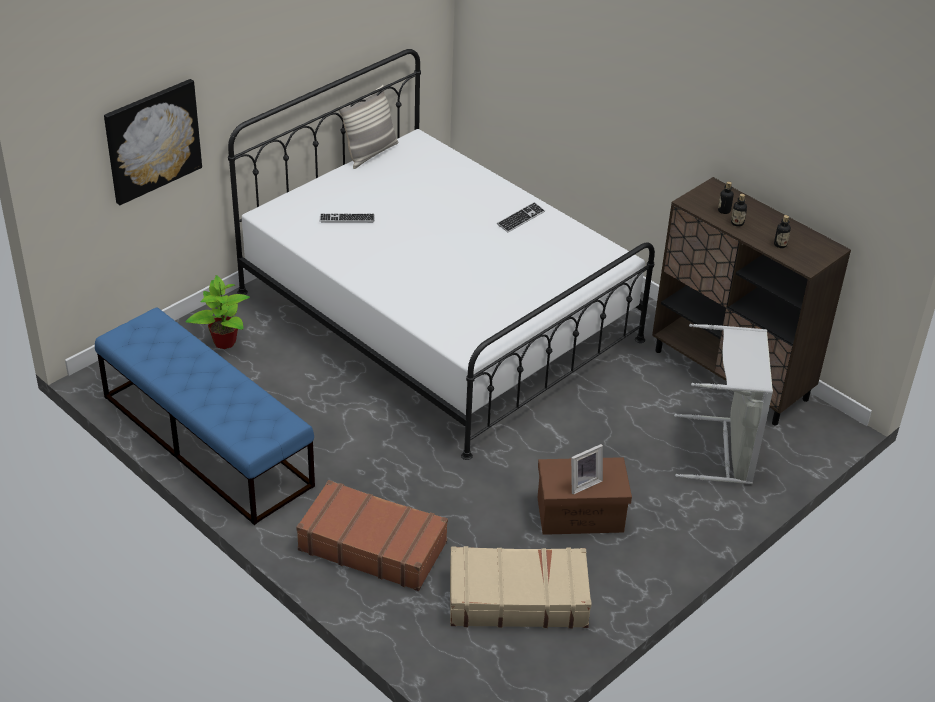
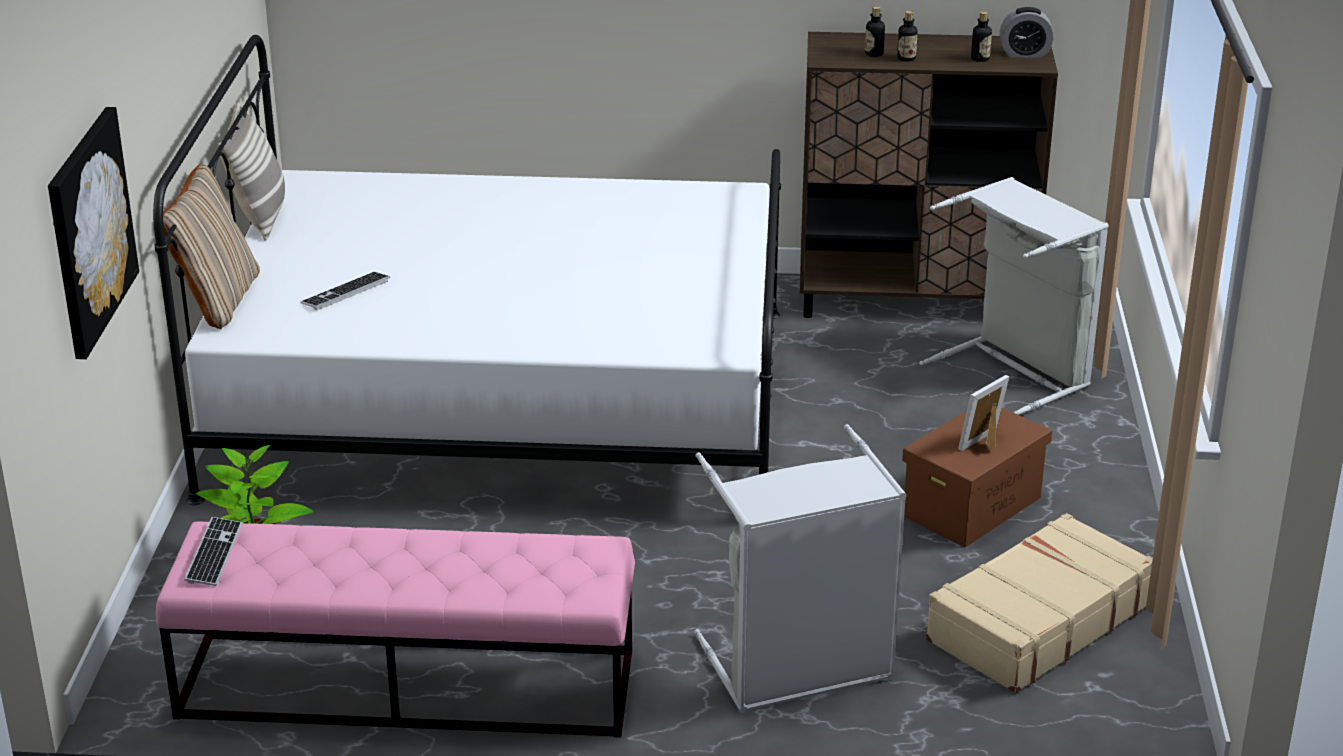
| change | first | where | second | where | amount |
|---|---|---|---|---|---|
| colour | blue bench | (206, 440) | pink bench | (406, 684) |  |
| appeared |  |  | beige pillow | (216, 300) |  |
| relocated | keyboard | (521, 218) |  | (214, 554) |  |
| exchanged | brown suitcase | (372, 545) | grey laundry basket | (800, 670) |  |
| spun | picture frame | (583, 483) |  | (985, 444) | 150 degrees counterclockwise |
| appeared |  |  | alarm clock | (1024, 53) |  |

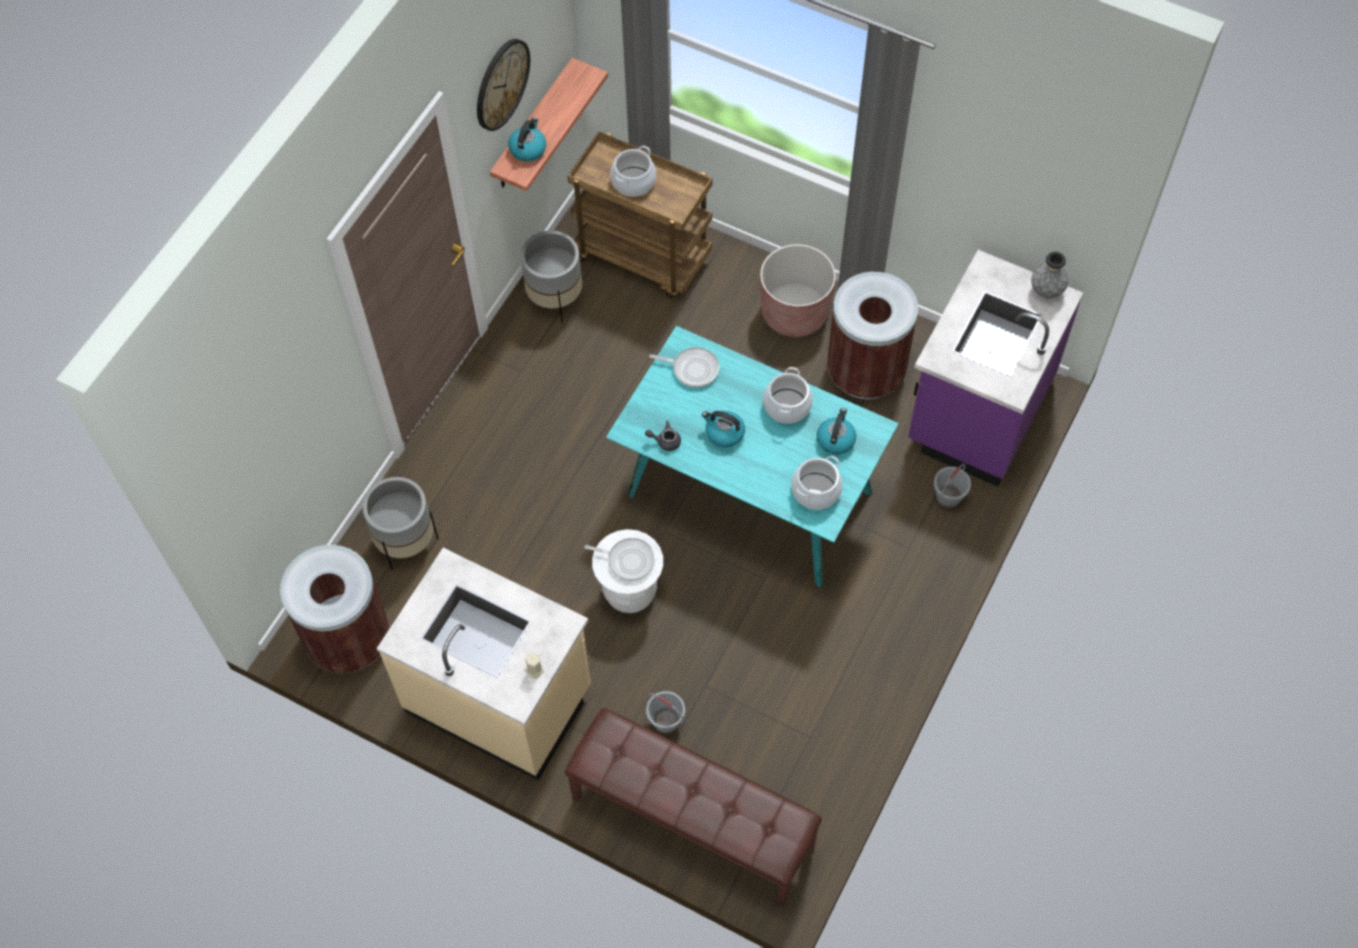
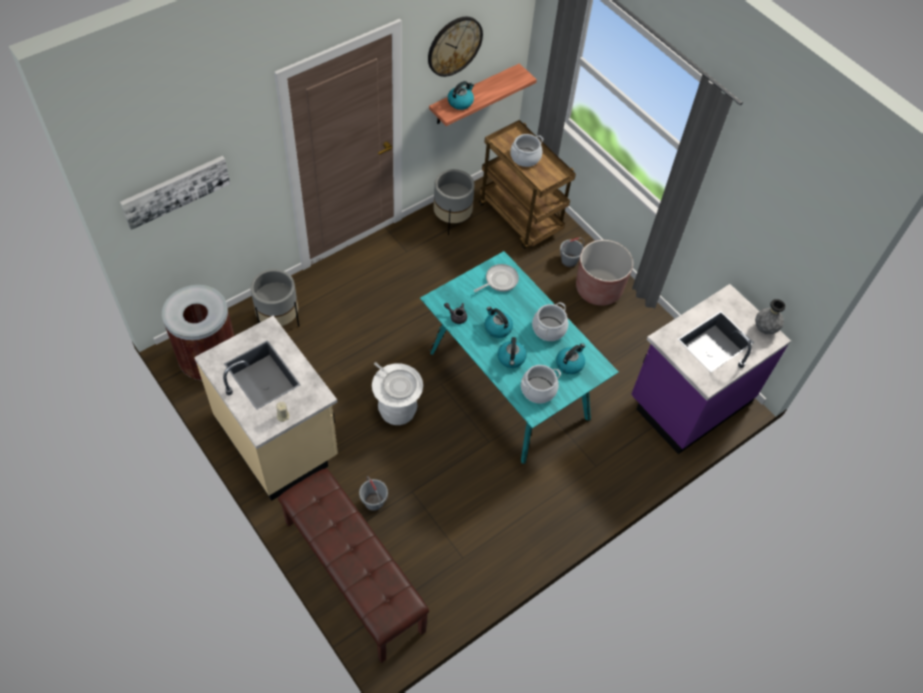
| change | first | where | second | where | amount |
|---|---|---|---|---|---|
| appeared |  |  | picture | (175, 190) |  |
| spun | frying pan | (692, 369) |  | (499, 280) | 75 degrees counterclockwise |
| appeared |  |  | kettle | (511, 358) |  |
| relocated | grey bucket | (948, 497) |  | (569, 261) |  |
| missing | brown trash can | (866, 372) |  |  |  |

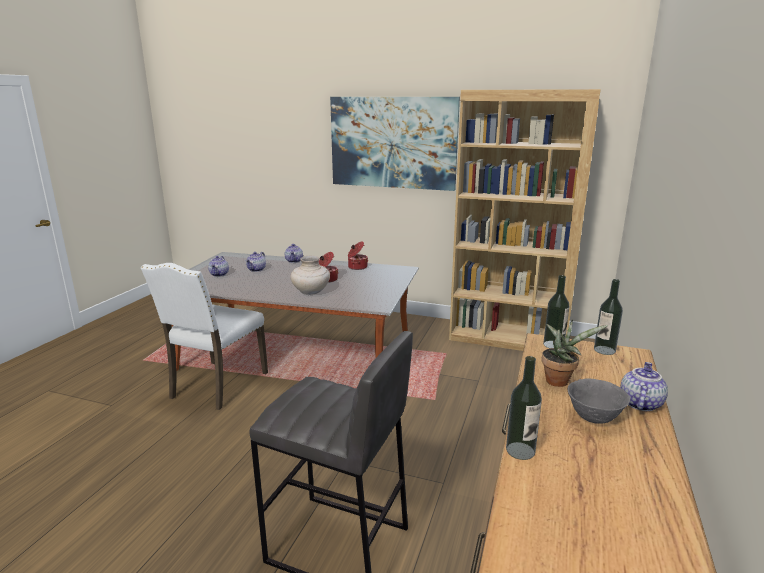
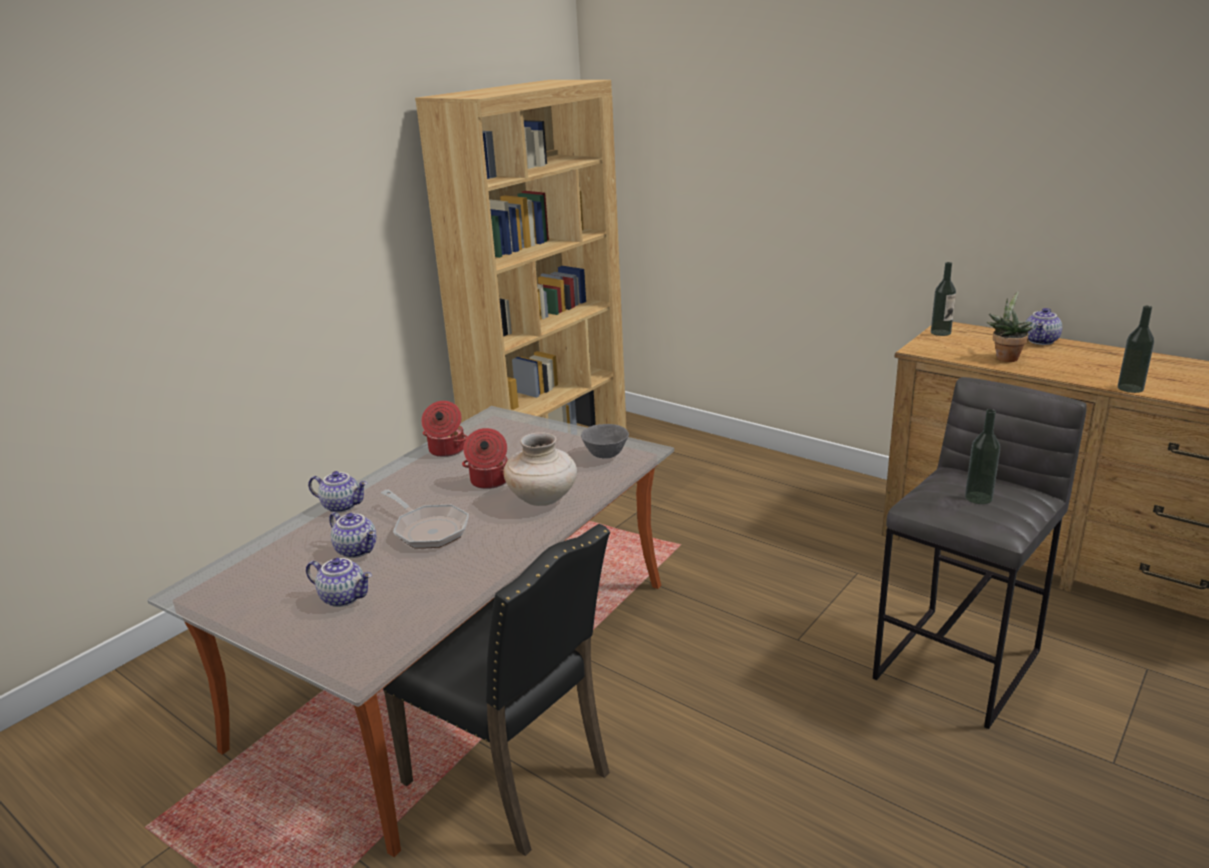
| change | first | where | second | where | amount |
|---|---|---|---|---|---|
| appeared |  |  | frying pan | (428, 530) |  |
| colour | white chair | (217, 386) | black chair | (513, 777) |  |
| relocated | grey bowl | (594, 418) |  | (606, 455) |  |
| relocated | bottle | (553, 345) |  | (978, 498) |  |
| spun | teapot | (639, 403) |  | (1041, 341) | 105 degrees counterclockwise |
| missing | picture | (393, 143) |  |  |  |

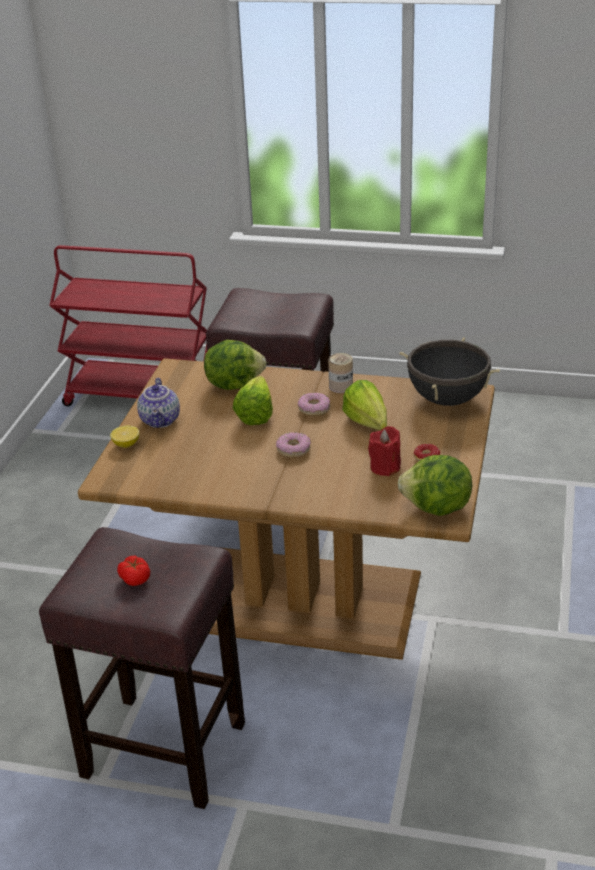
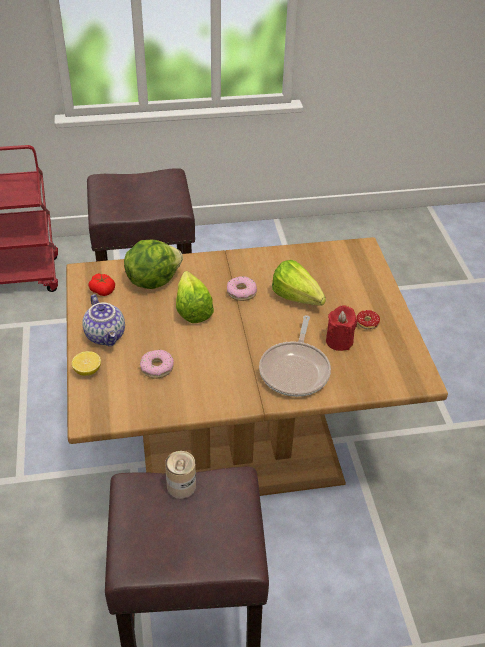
| change | first | where | second | where | amount |
|---|---|---|---|---|---|
| relocated | tomato | (135, 578) |  | (102, 290) |  |
| relocated | donut | (293, 449) |  | (157, 367) |  |
| relocated | can | (341, 386) |  | (181, 486) |  |
| appeared |  |  | frying pan | (295, 370) |  |
| missing | lettuce | (436, 508) |  |  |  |
| missing | black cooking pot | (447, 399) |  |  |  |

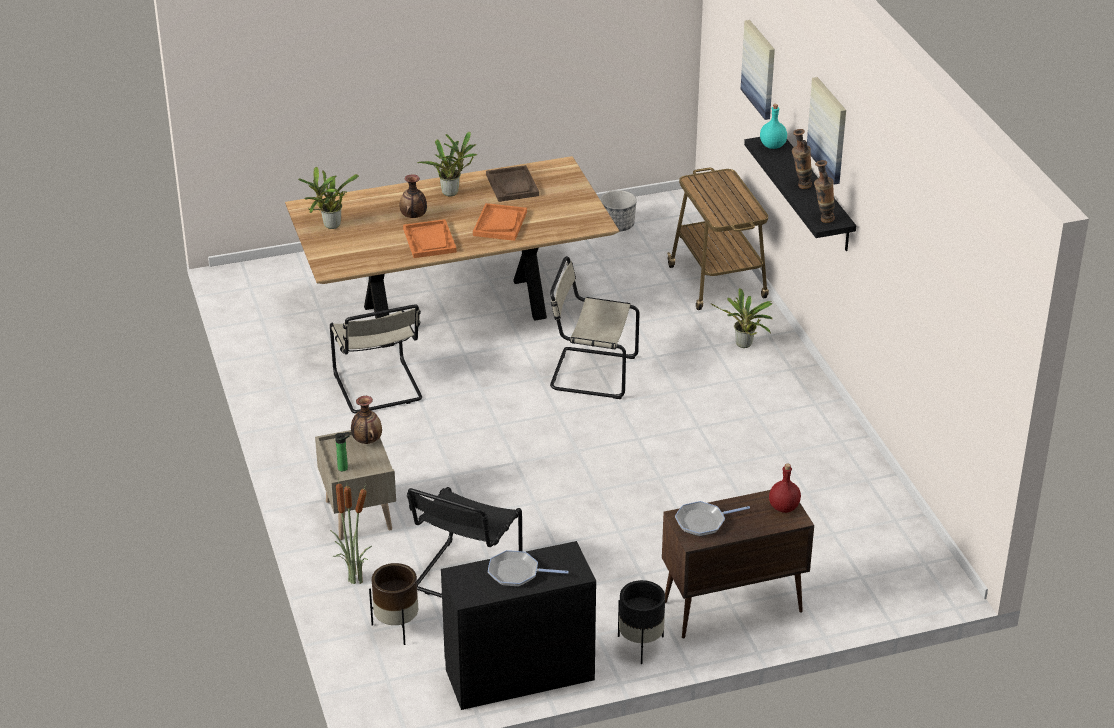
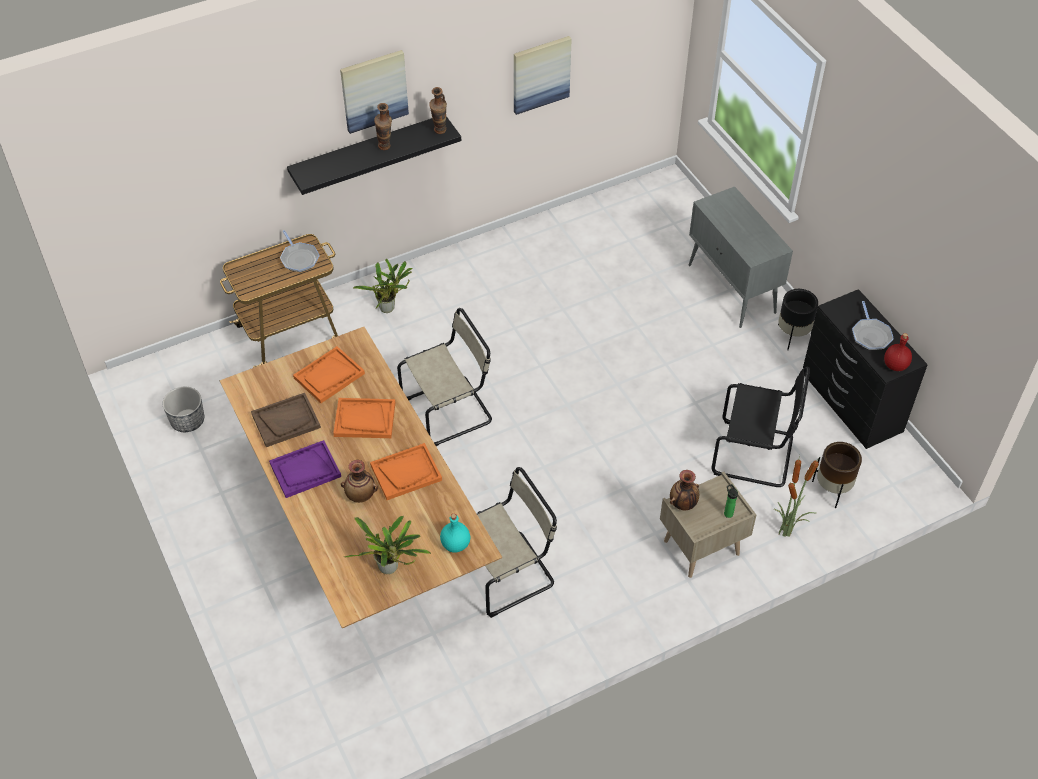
| change | first | where | second | where | amount |
|---|---|---|---|---|---|
| exchanged | potted plant | (452, 192) | purple tray | (305, 470) |  |
| relocated | frying pan | (703, 522) |  | (299, 258) |  |
| appeared |  |  | orange tray | (329, 376) |  |
| spun | beige chair | (590, 373) |  | (450, 410) | 120 degrees counterclockwise |
| relocated | turquoise bottle | (772, 145) |  | (455, 544) |  |
| relocated | picture | (759, 69) |  | (541, 74) |  |
| colour | brown cabinet | (731, 607) | grey cabinet | (732, 289) |  |
| relocated | red bottle | (784, 508) |  | (895, 365) |  |

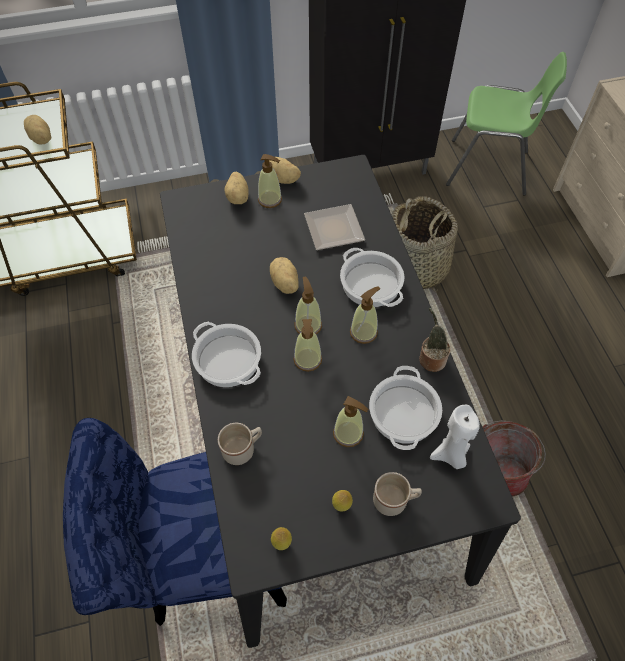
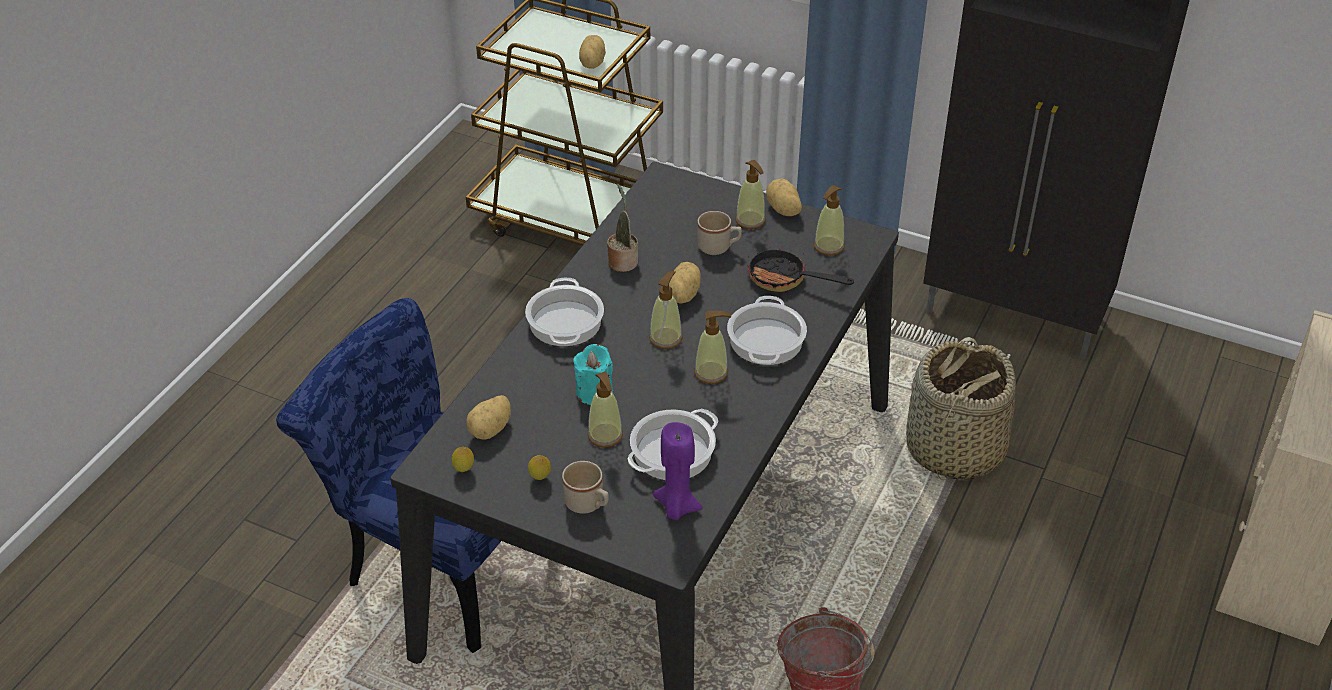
| change | first | where | second | where | amount |
|---|---|---|---|---|---|
| relocated | potato | (238, 197) |  | (491, 430) |  |
| appeared |  |  | turquoise candle | (594, 392) |  |
| relocated | potted plant | (431, 358) |  | (622, 261) |  |
| colour | white candle | (450, 455) | purple candle | (676, 507) |  |
| relocated | beige mug | (243, 449) |  | (719, 247) |  |
| exchanged | plate | (336, 230) | frying pan | (785, 280) |  |
| relocated | soap dispenser | (307, 360) |  | (828, 246) |  |
| missing | green chair | (488, 168) |  |  |  |

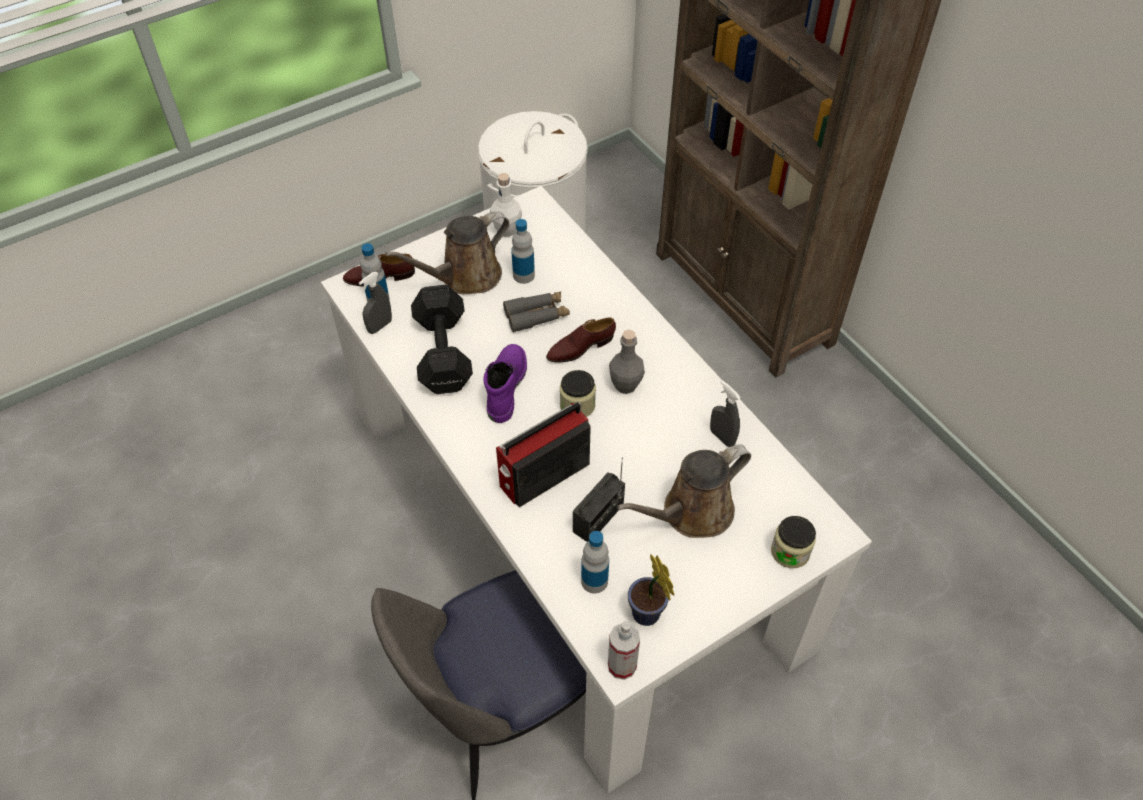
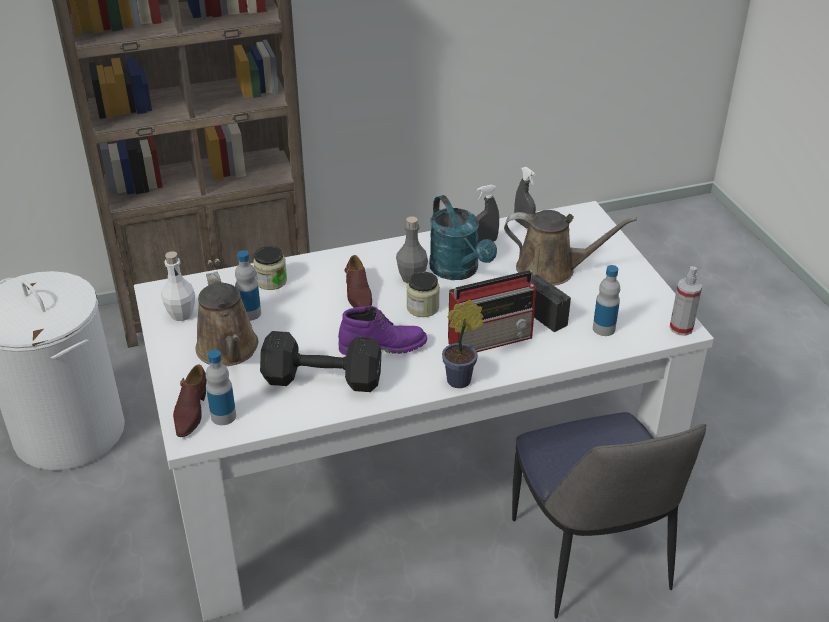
| change | first | where | second | where | amount |
|---|---|---|---|---|---|
| relocated | jar | (790, 551) |  | (271, 281) |  |
| spun | purple boot | (505, 386) |  | (383, 346) | 150 degrees clockwise |
| appeared |  |  | turquoise watering can | (459, 271) |  |
| relocated | potted plant | (648, 617) |  | (462, 380) |  |
| spun | radio | (543, 475) |  | (491, 339) | 90 degrees counterclockwise |
| spun | brown watering can | (692, 513) |  | (552, 270) | 60 degrees counterclockwise |
| relocated | grey spray bottle | (380, 326) |  | (523, 224) |  |
| missing | grey binoculars | (537, 315) |  |  |  |

